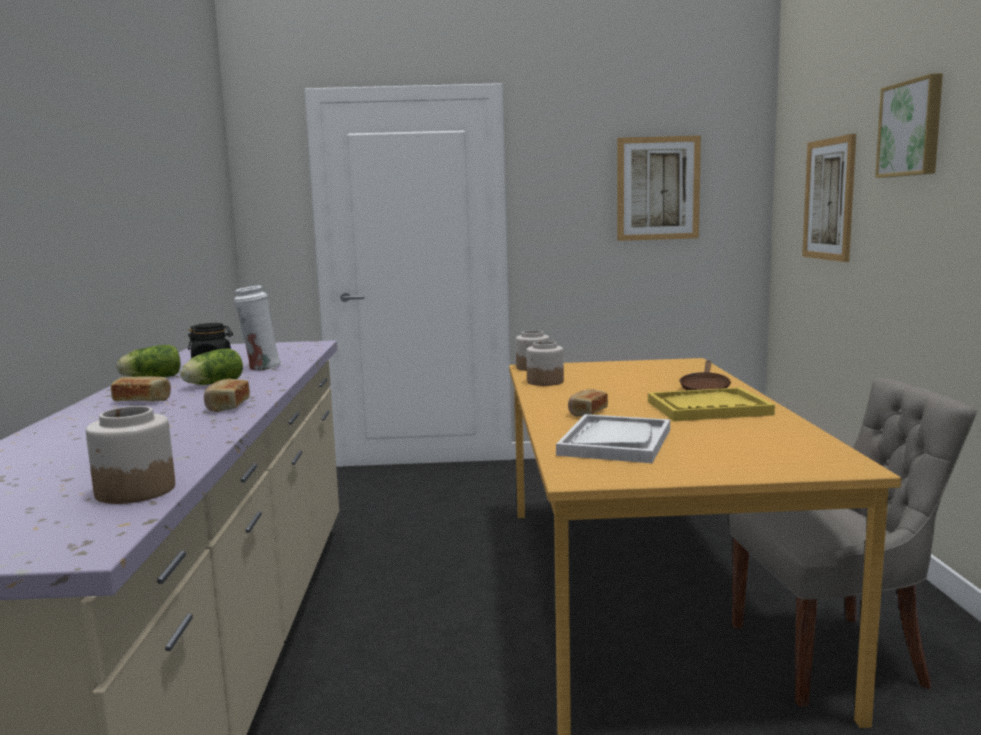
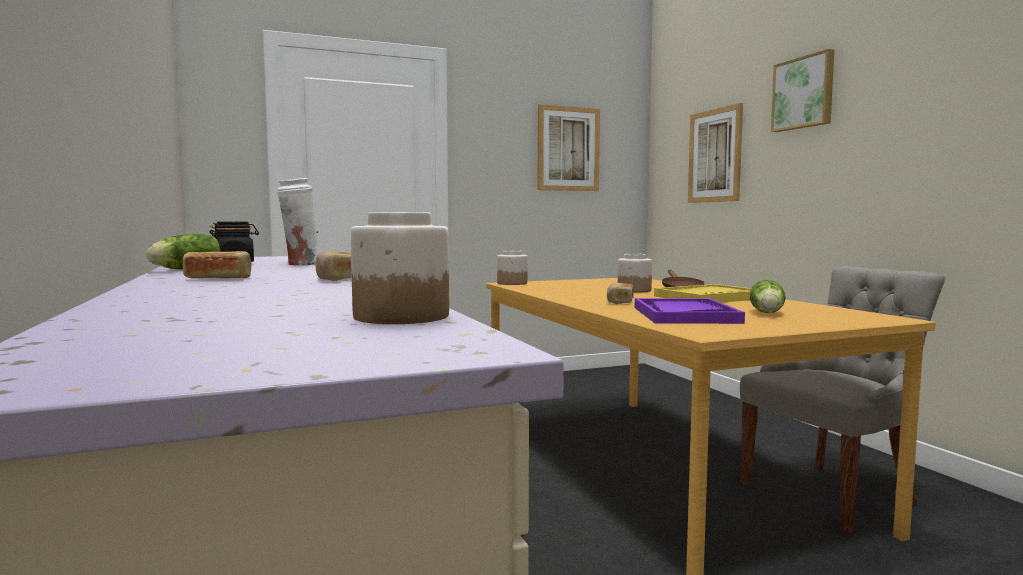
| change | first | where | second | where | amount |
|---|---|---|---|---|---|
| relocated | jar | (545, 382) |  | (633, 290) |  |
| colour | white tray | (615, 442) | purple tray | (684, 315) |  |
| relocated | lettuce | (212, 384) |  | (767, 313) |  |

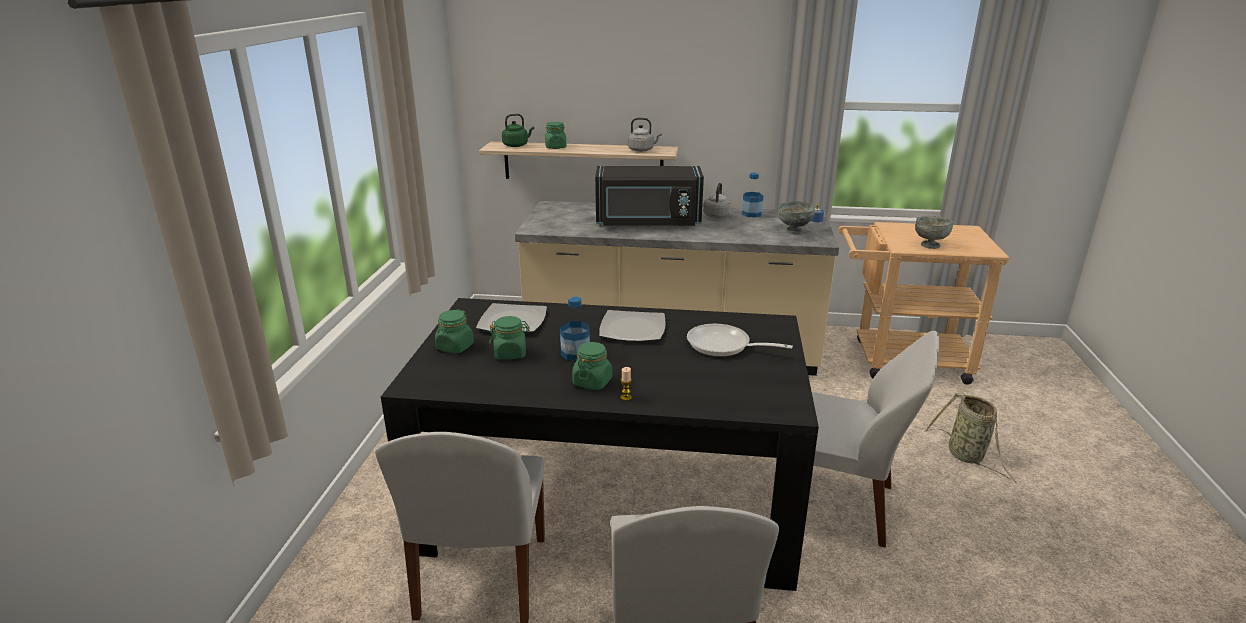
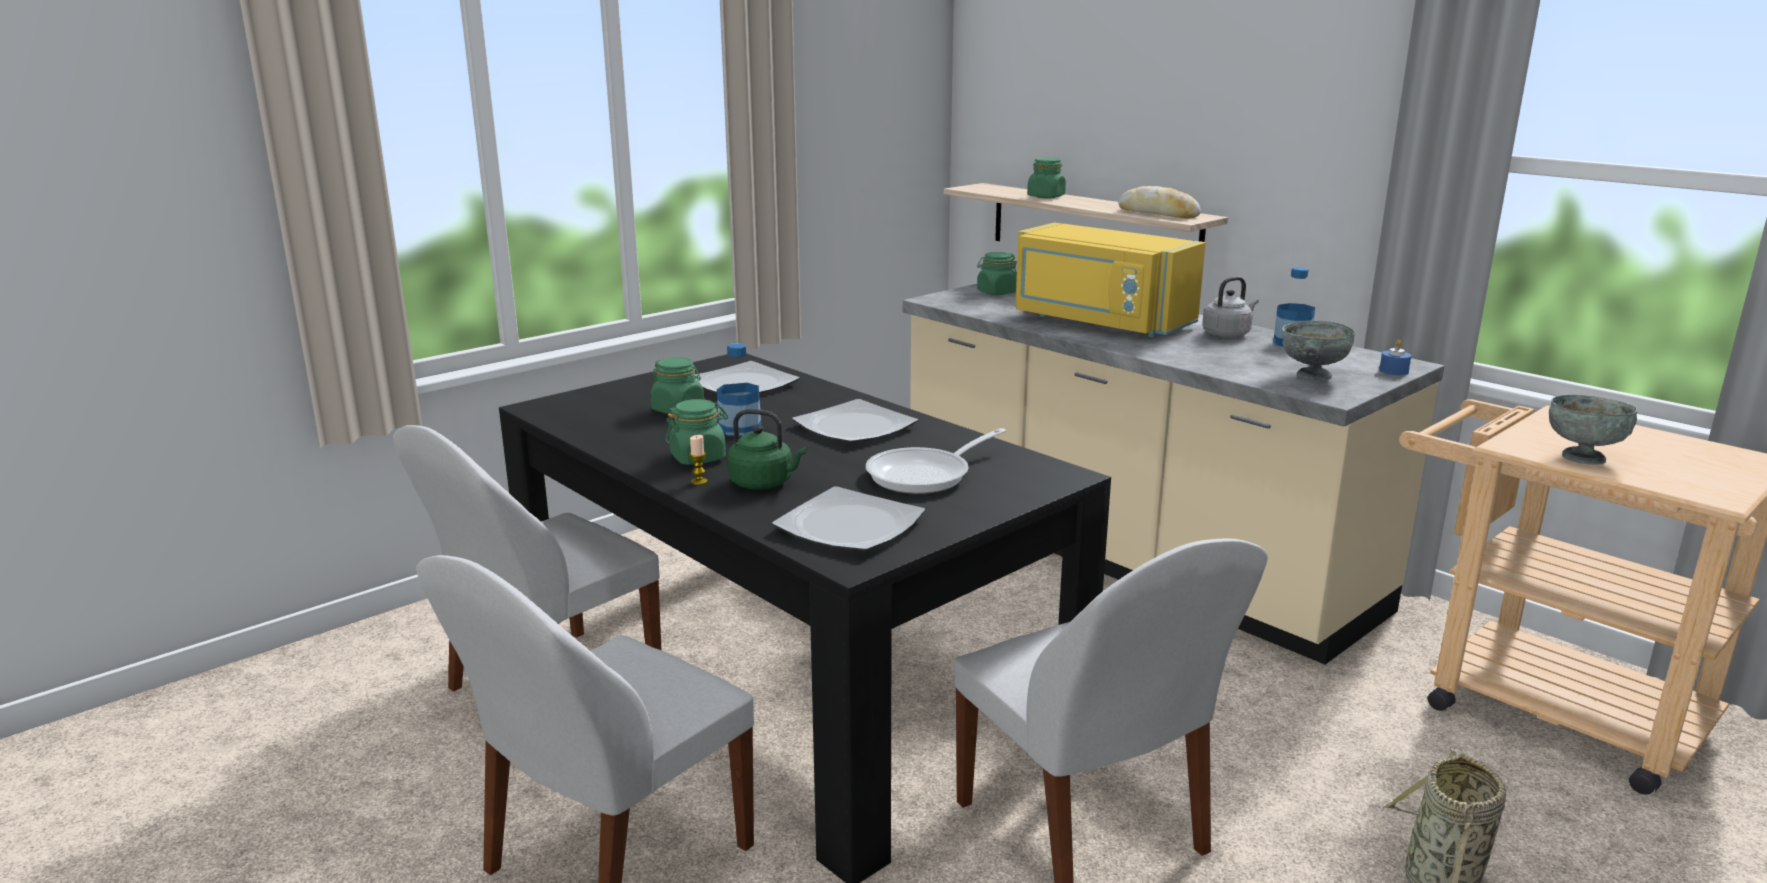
| change | first | where | second | where | amount |
|---|---|---|---|---|---|
| relocated | green kettle | (517, 145) |  | (764, 483) |  |
| appeared |  |  | plate | (851, 526) |  |
| spun | frying pan | (724, 346) |  | (926, 475) | 105 degrees counterclockwise |
| relocated | green jar | (455, 347) |  | (996, 292) |  |
| colour | black microwave | (648, 223) | yellow microwave | (1099, 322) |  |
| exchanged | grey kettle | (642, 150) | bread | (1158, 213) |  |

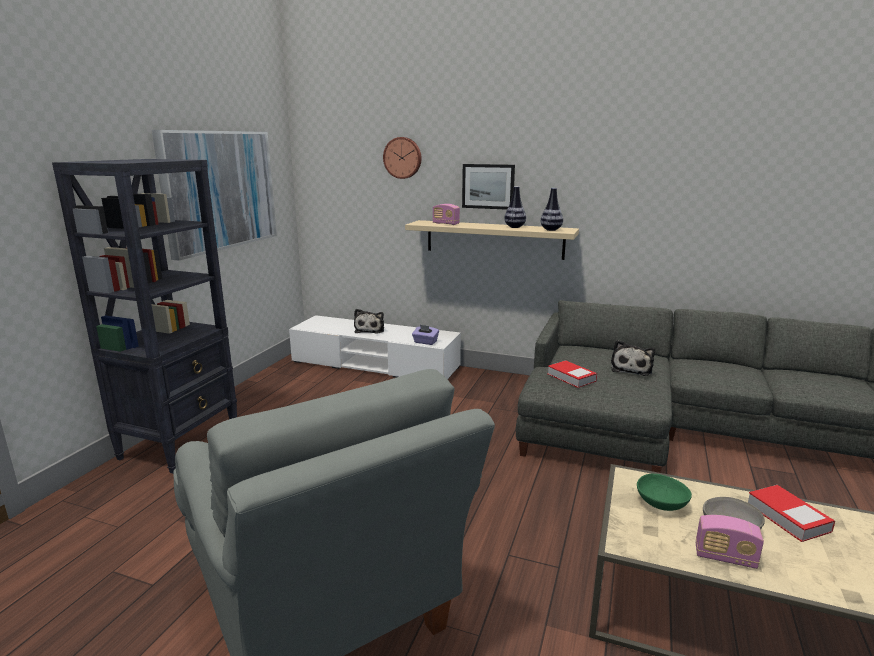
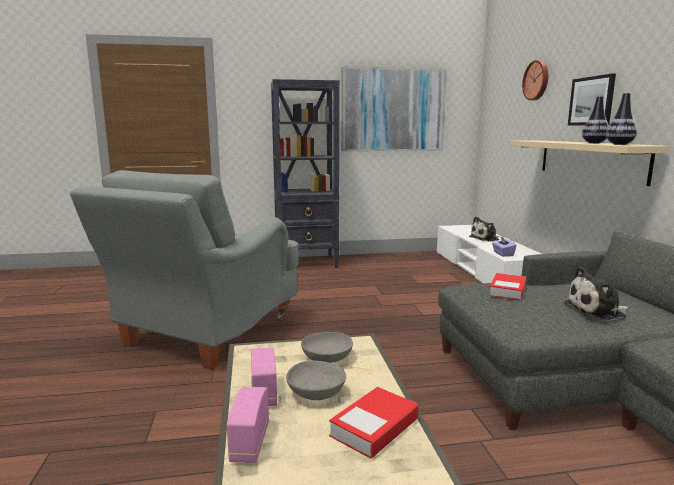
| change | first | where | second | where | amount |
|---|---|---|---|---|---|
| relocated | radio | (446, 224) |  | (250, 442) |  |
| colour | green bowl | (660, 504) | grey bowl | (326, 359) |  |

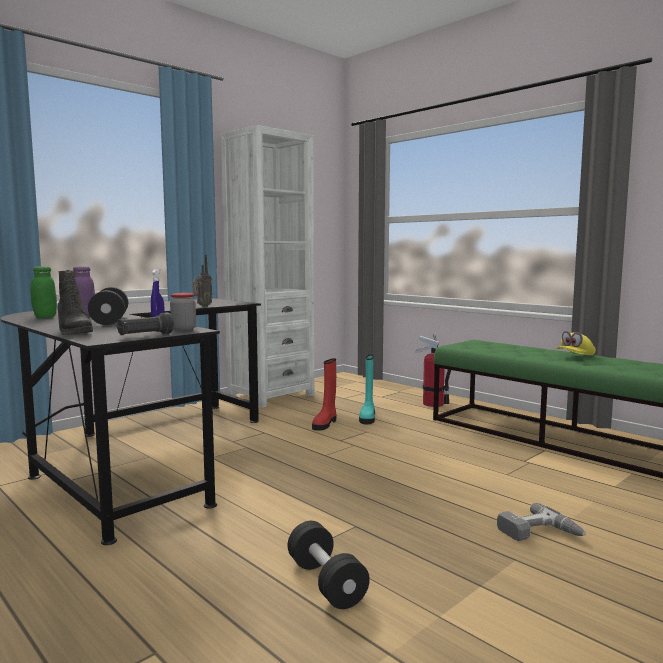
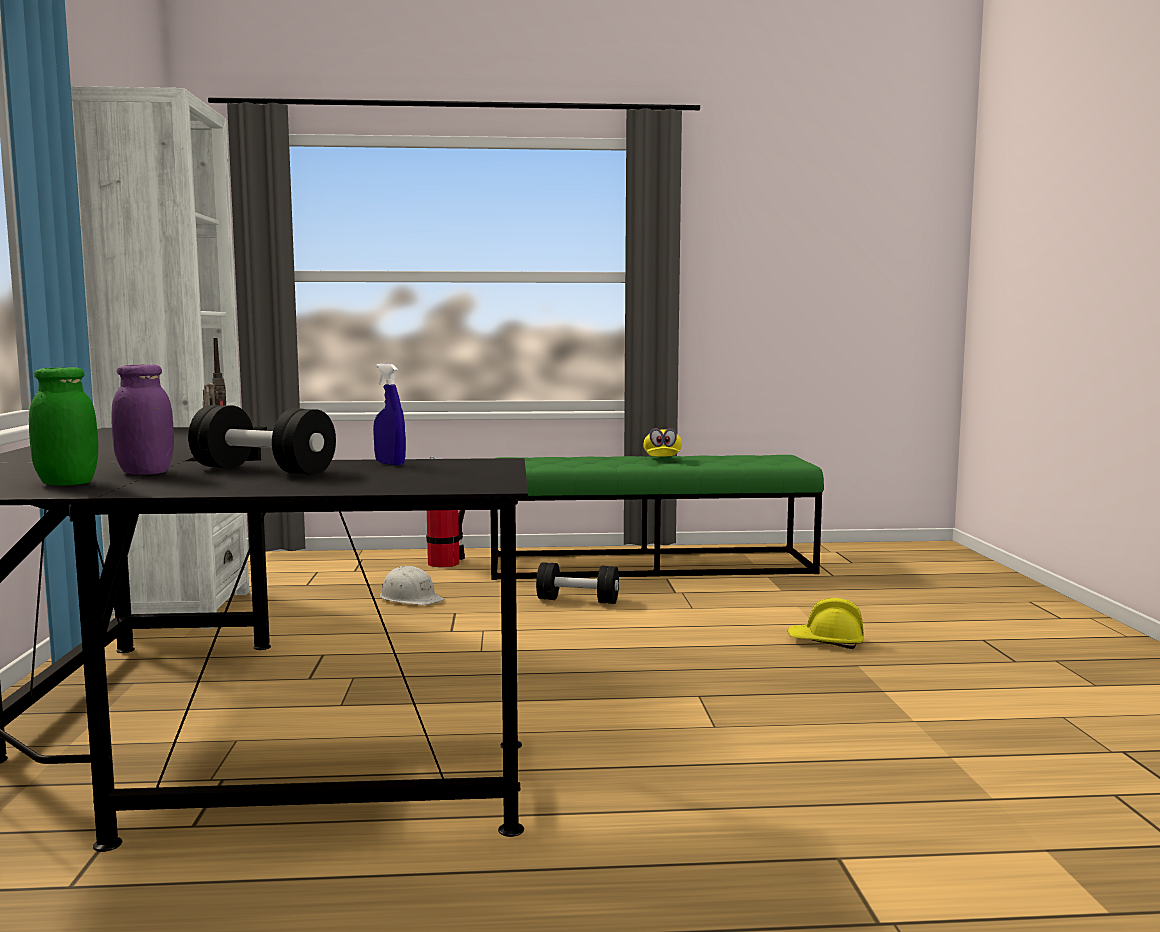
| change | first | where | second | where | amount |
|---|---|---|---|---|---|
| exchanged | turquoise boot | (367, 418) | white hard hat | (411, 598) |  |
| relocated | black dumbbell | (326, 582) |  | (578, 601) |  |
| exchanged | power drill | (540, 534) | yellow hard hat | (826, 642) |  |
| missing | black boot | (74, 333) |  |  |  |
| missing | black flashlight | (145, 335) |  |  |  |
| missing | jar | (183, 329) |  |  |  |
| missing | red boot | (325, 424) |  |  |  |

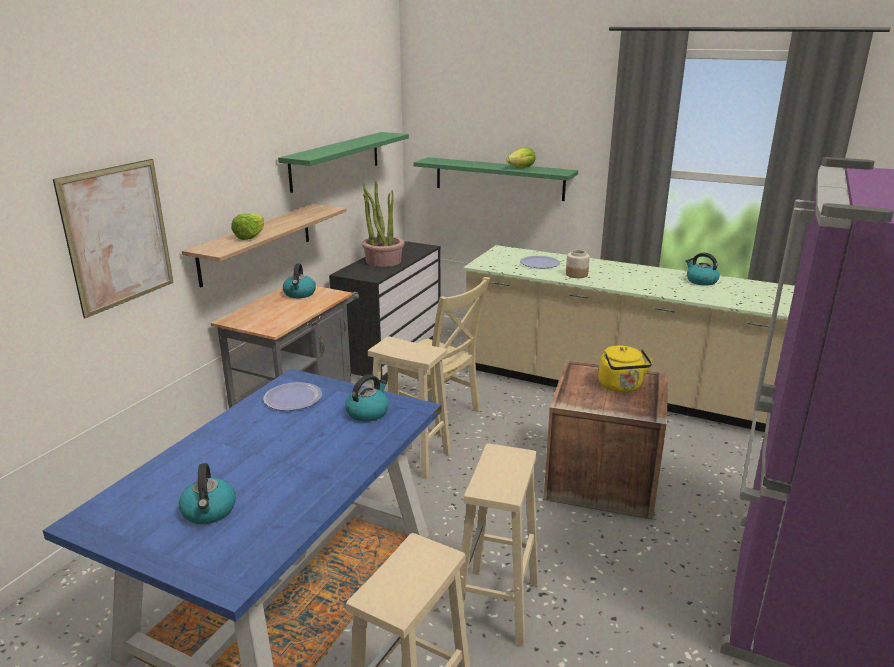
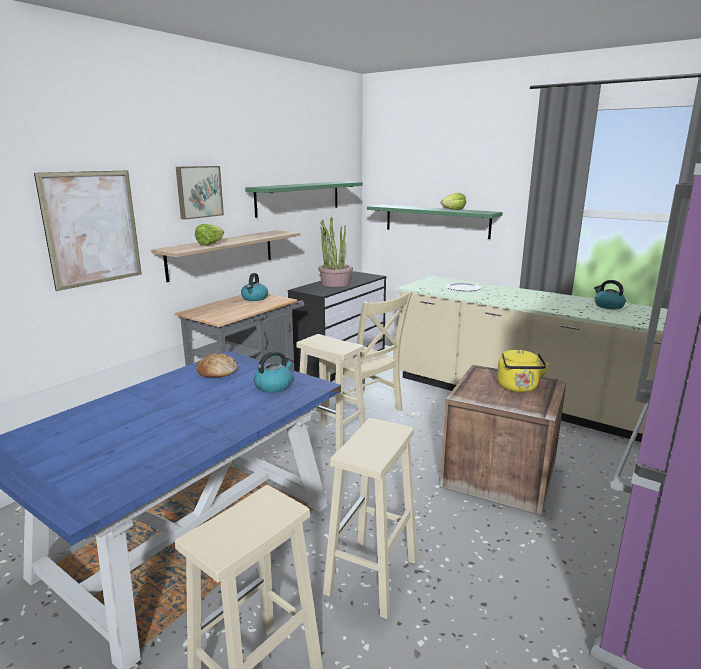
| change | first | where | second | where | amount |
|---|---|---|---|---|---|
| appeared |  |  | picture | (198, 192) |  |
| exchanged | plate | (293, 398) | bread | (217, 371) |  |
| missing | kettle | (209, 511) |  |  |  |
| missing | jar | (576, 274) |  |  |  |

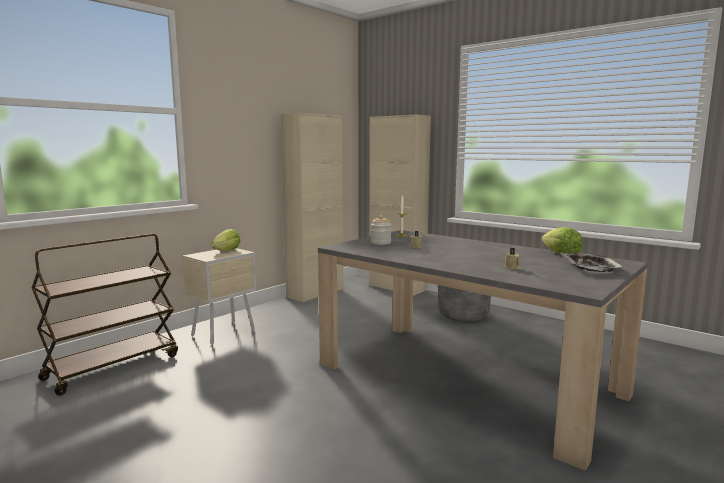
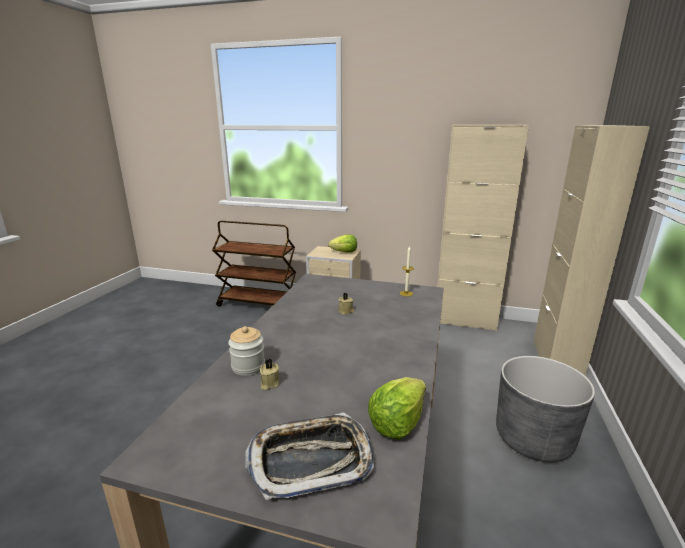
| change | first | where | second | where | amount |
|---|---|---|---|---|---|
| relocated | jar | (380, 243) |  | (248, 366) |  |

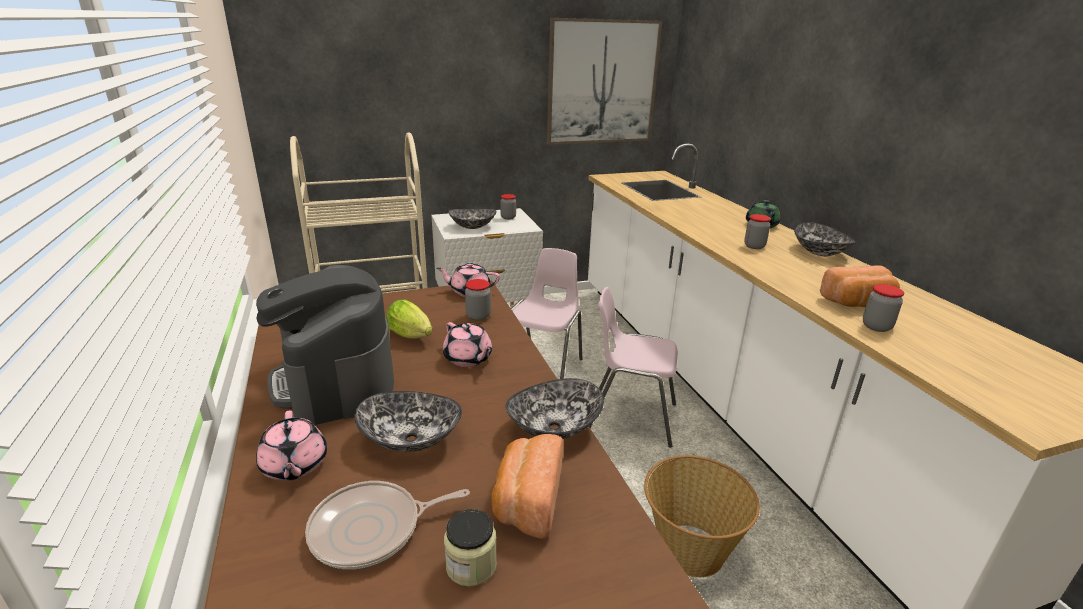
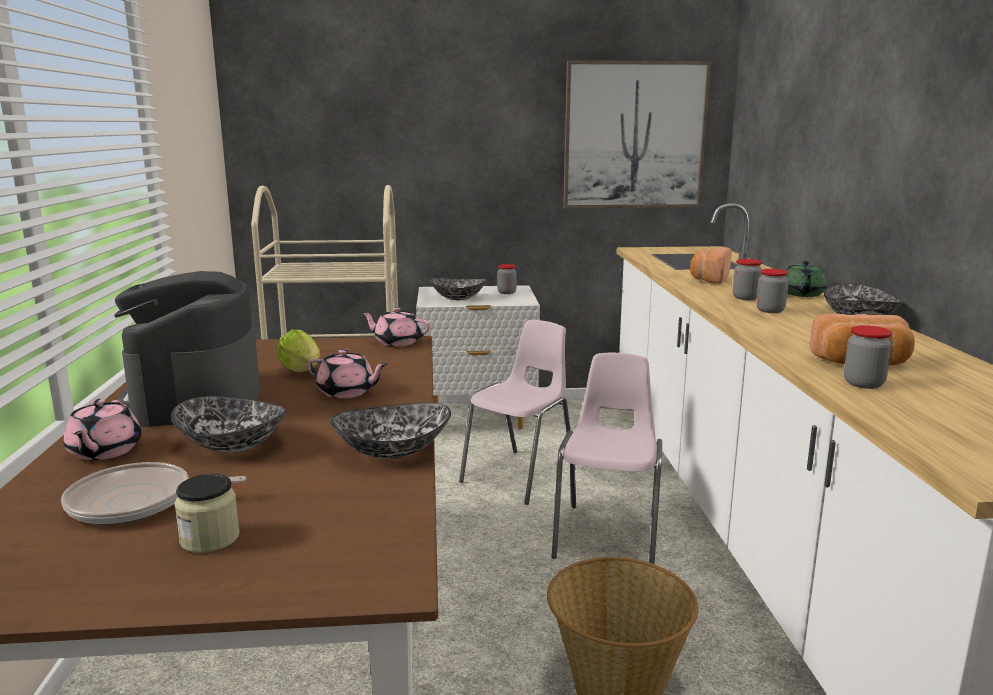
| change | first | where | second | where | amount |
|---|---|---|---|---|---|
| spun | pink teapot | (468, 358) |  | (347, 392) | 45 degrees counterclockwise |
| spun | pink chair | (631, 417) |  | (609, 536) | 75 degrees clockwise |
| relocated | bread | (526, 500) |  | (708, 279) |  |
| relocated | jar | (478, 316) |  | (745, 298) |  |

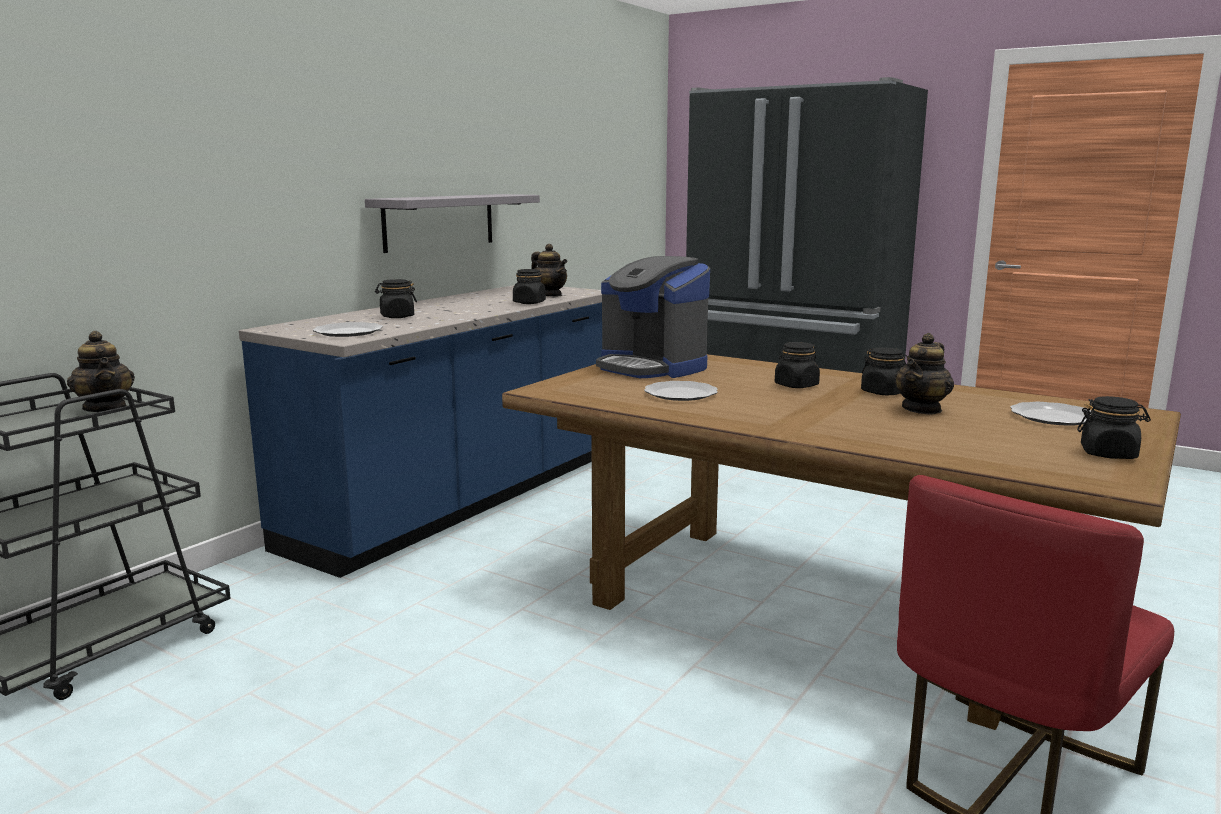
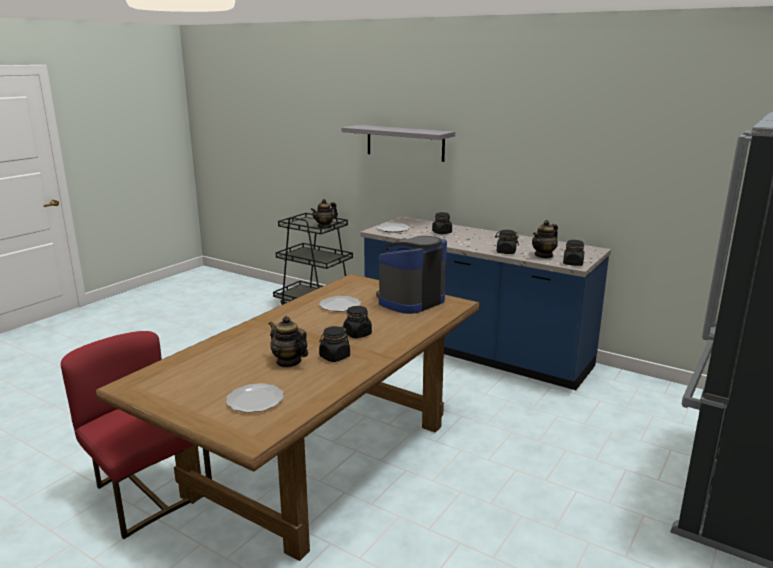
| change | first | where | second | where | amount |
|---|---|---|---|---|---|
| relocated | grey shelf | (439, 222) |  | (405, 143) |  |
| relocated | black jar | (1108, 454) |  | (573, 263) |  |

